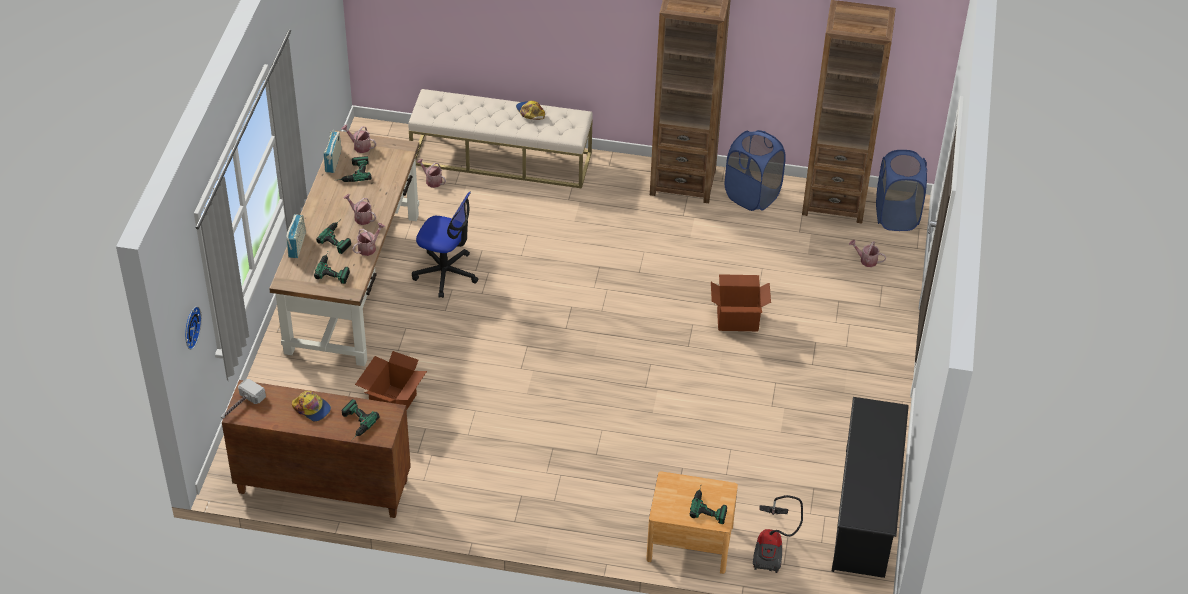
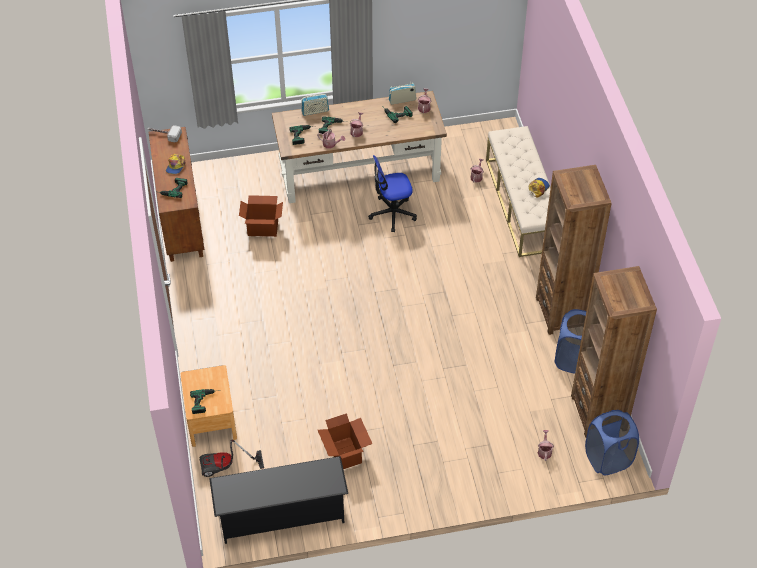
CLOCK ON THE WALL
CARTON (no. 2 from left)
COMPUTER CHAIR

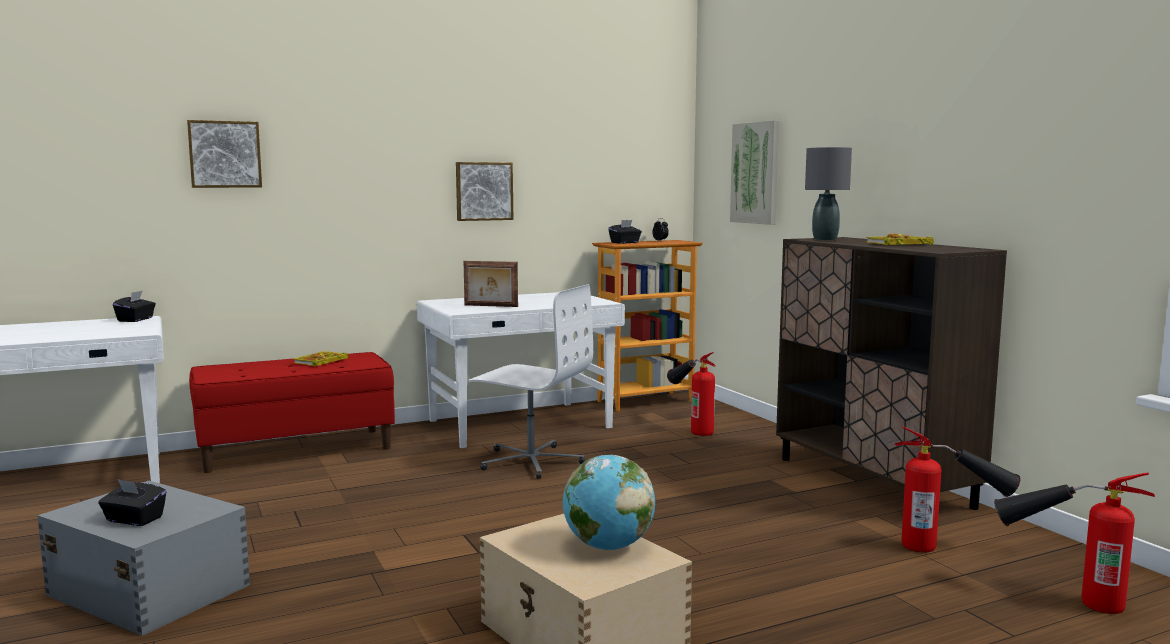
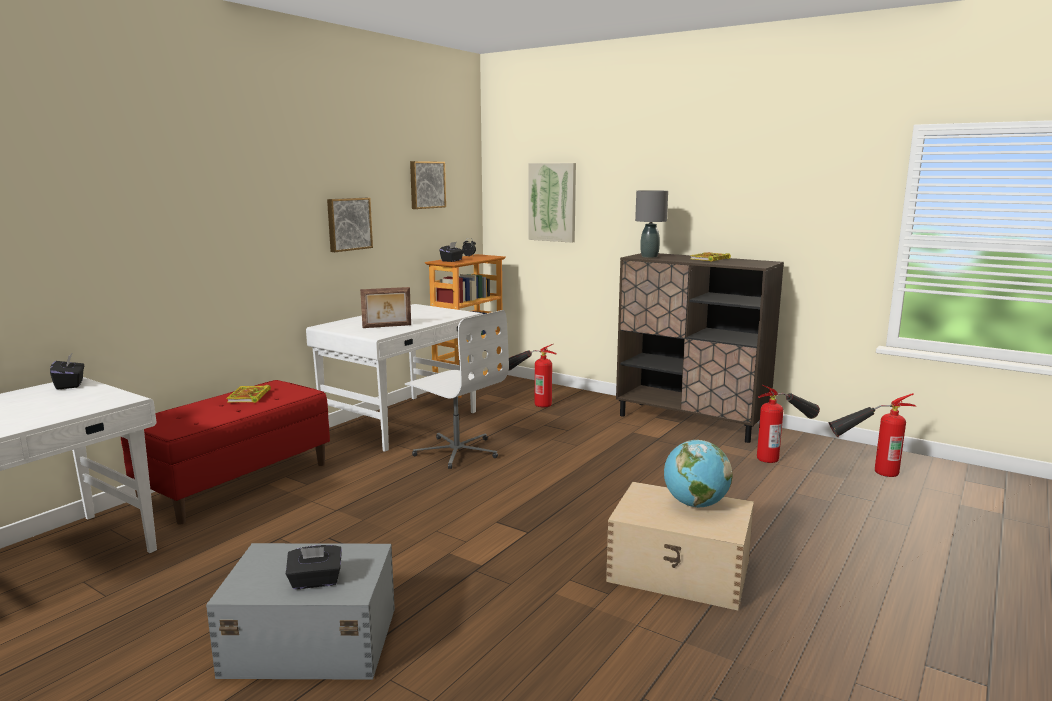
WALL ART (no. 2 from left)
WHITE COMPUTER CHAIR

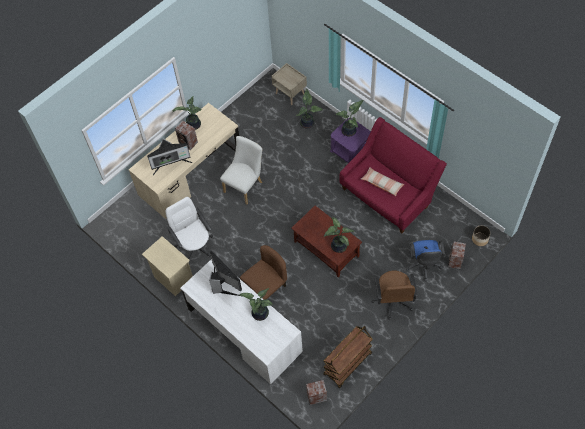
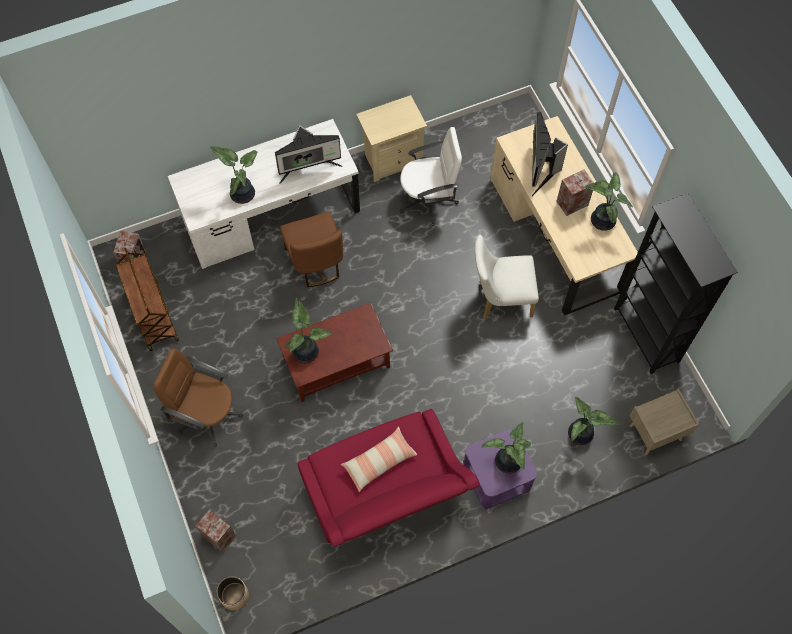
BLUISH COMPUTER CHAIR
BLACK-COLOURED BOOKSHELF
WHITE PLAIN CHAIR

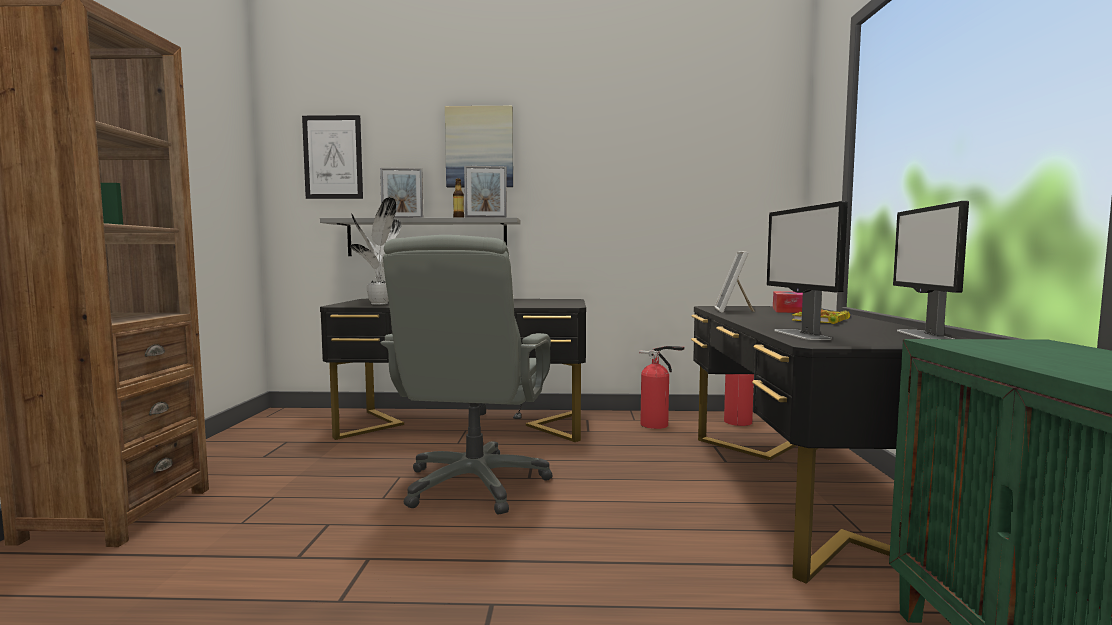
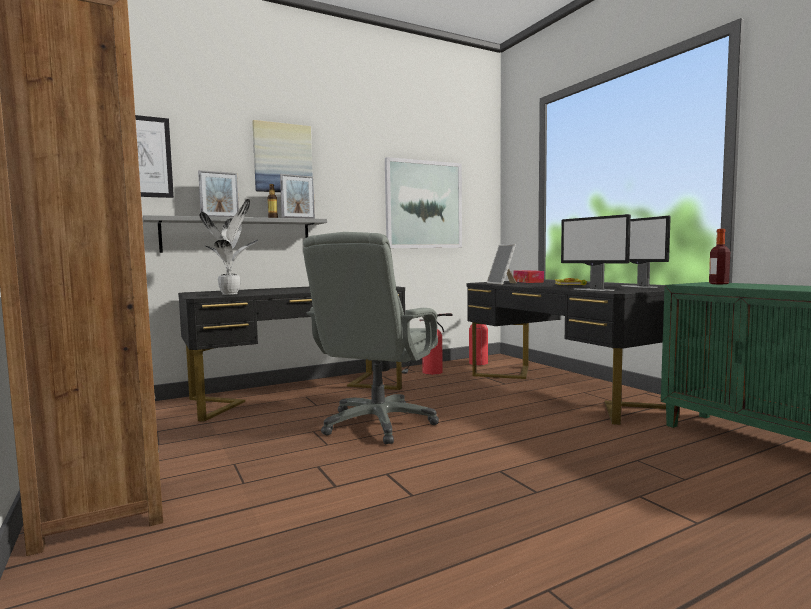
WALL ART (no. 3 from left)
DRINK BOTTLE (no. 2 from left)
GREYISH COMPUTER CHAIR

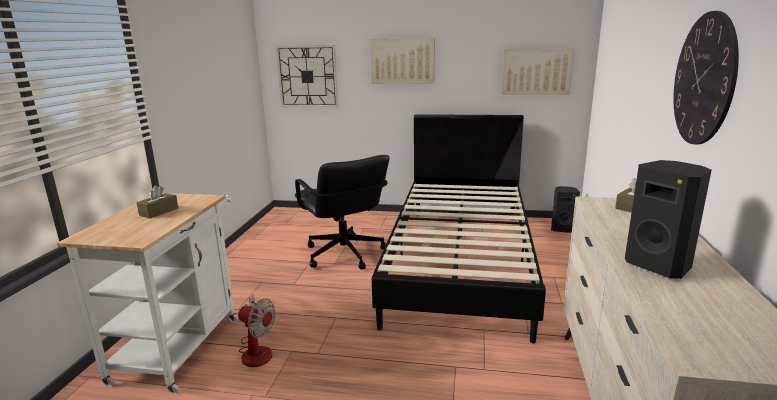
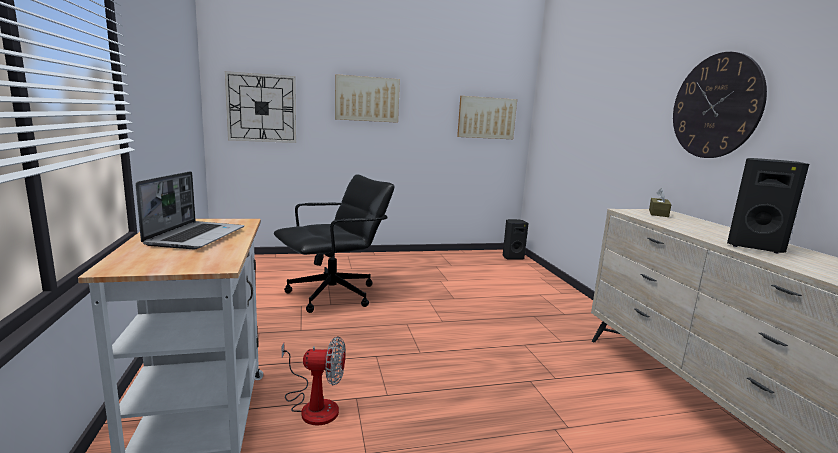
BLACK-COLOURED SLEEPING BED
NOTEBOOK COMPUTER
BLACK-COLOURED COMPUTER CHAIR

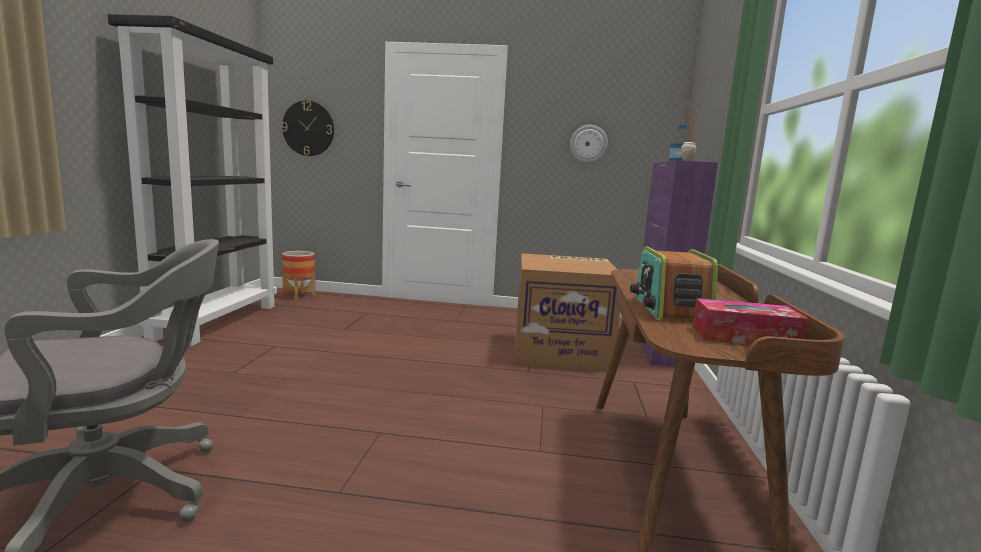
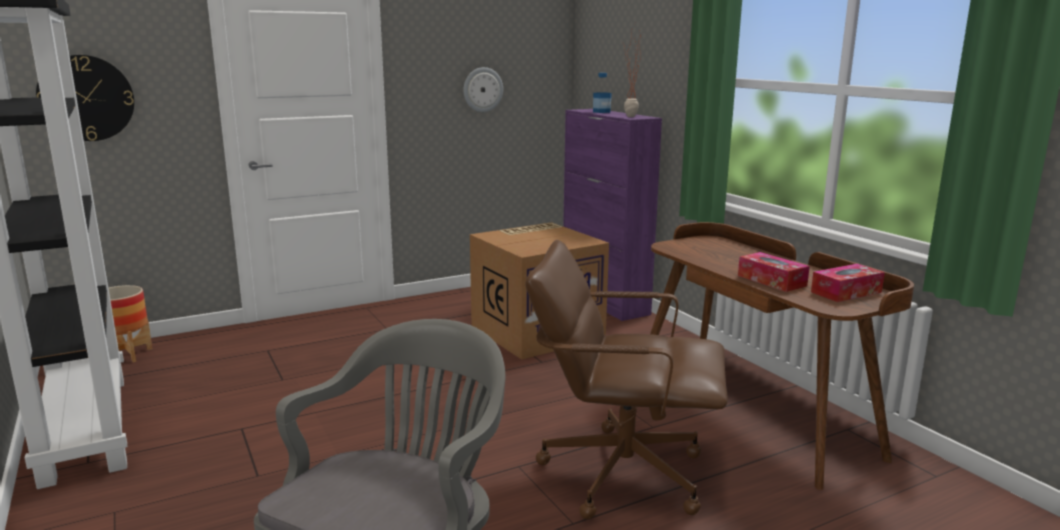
BROWNISH COMPUTER CHAIR
TISSUE BOX (no. 1 from left)

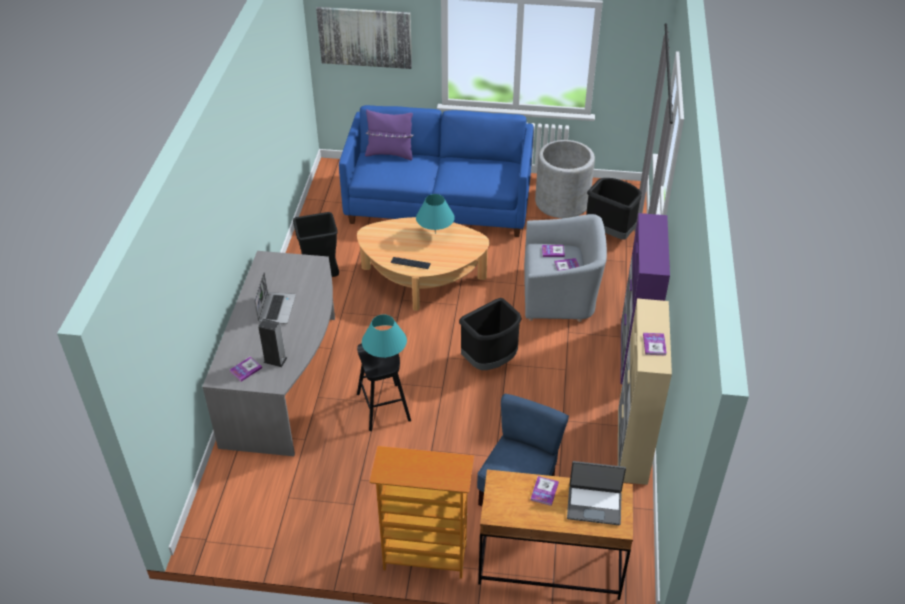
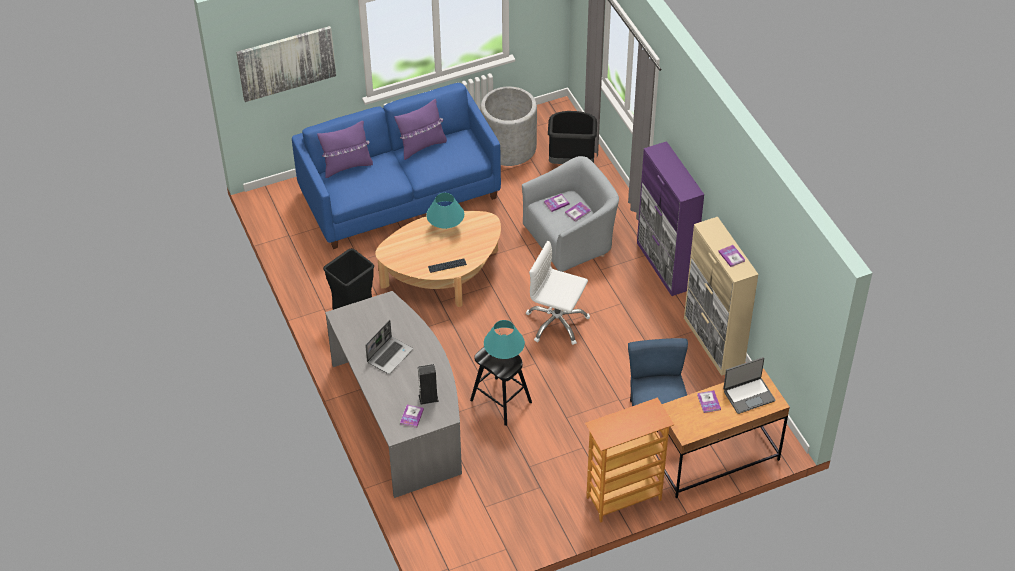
PURPLE-COLOURED THROW PILLOW (no. 2 from left)
WHITE COMPUTER CHAIR
NOTEBOOK COMPUTER (no. 1 from left)

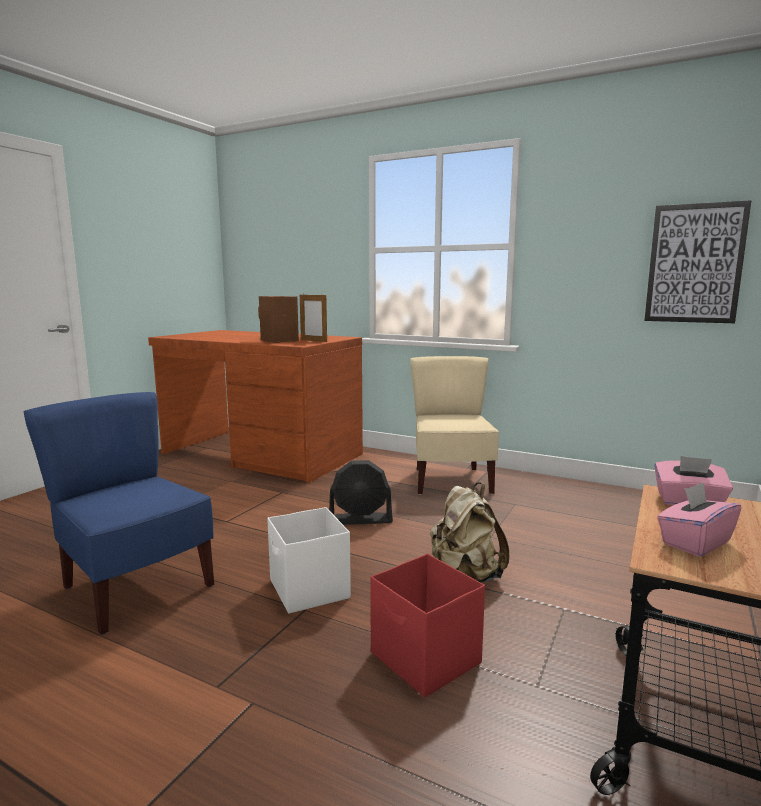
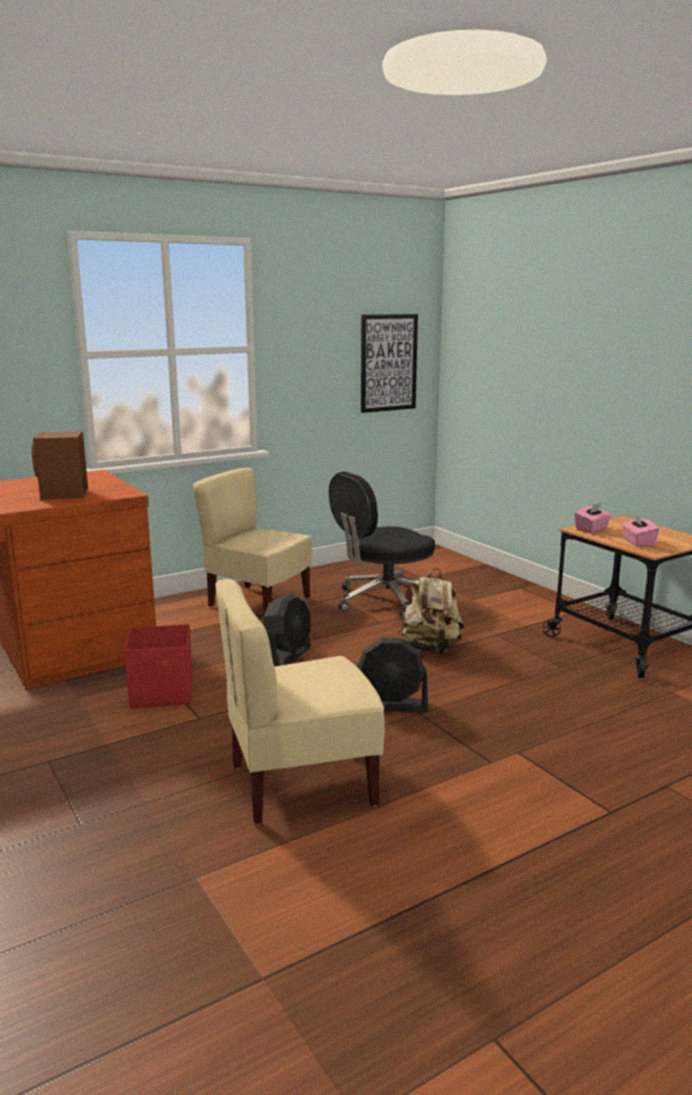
PHOTO FRAME
BLACK-COLOURED COMPUTER CHAIR
REDDISH STORAGE CONTAINER
BLACK-COLOURED ELECTRIC FAN (no. 2 from left)
BEIGE PLAIN CHAIR (no. 2 from left)

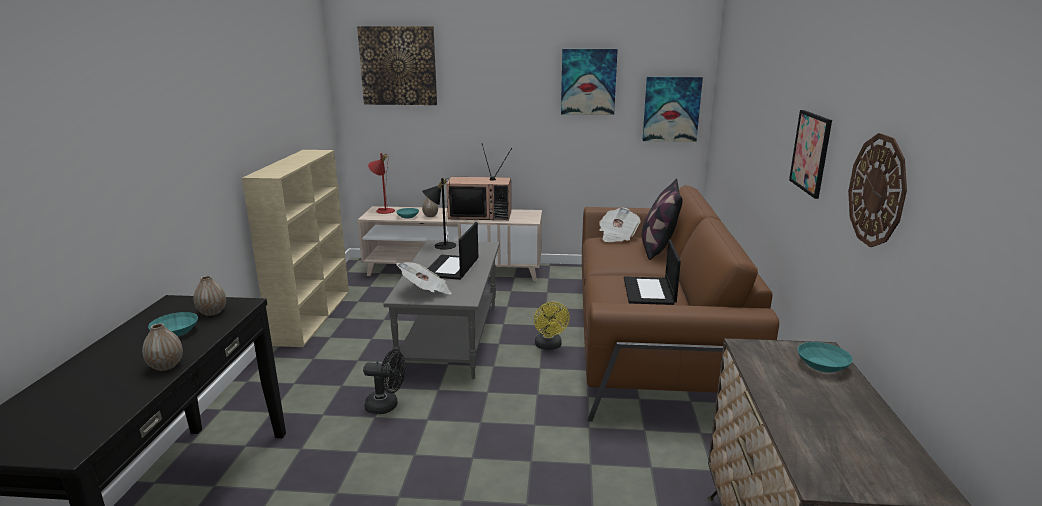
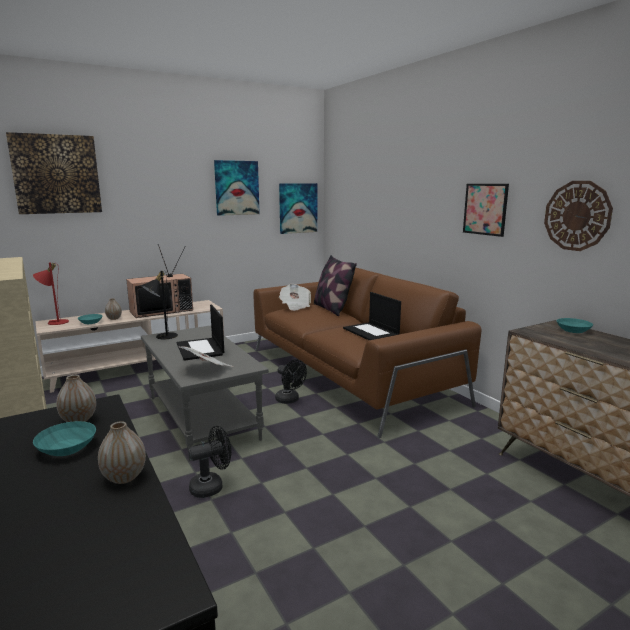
BLACK-COLOURED ELECTRIC FAN (no. 2 from left)

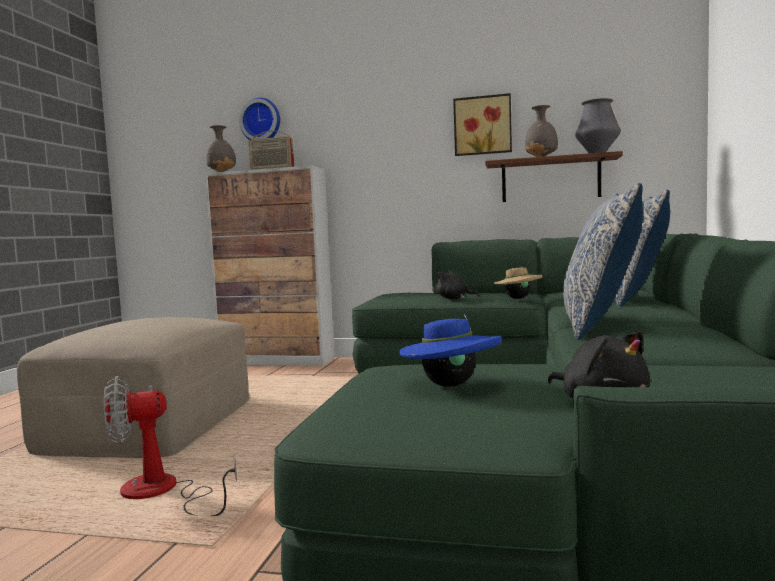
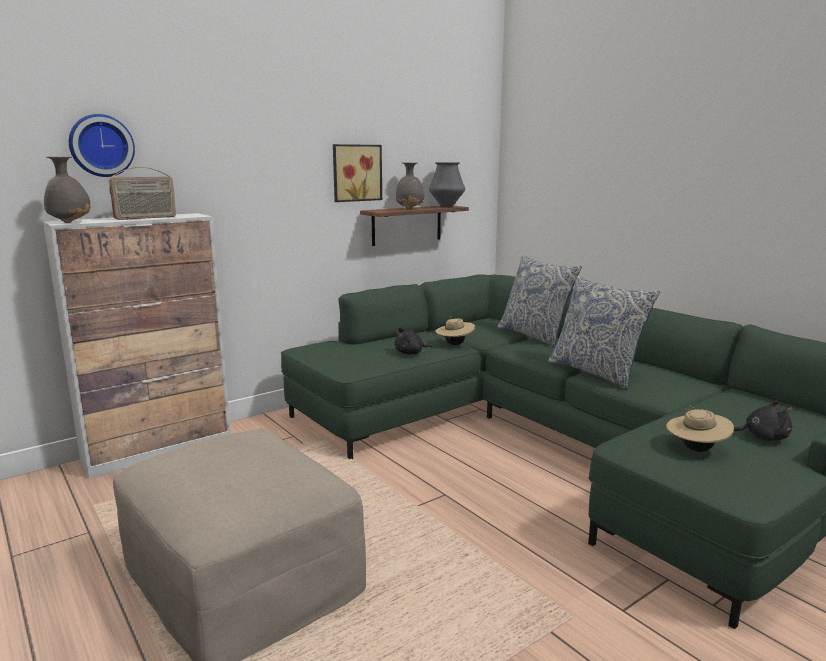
ELECTRIC FAN
BEIGE CLOTHING HAT (no. 2 from left)

